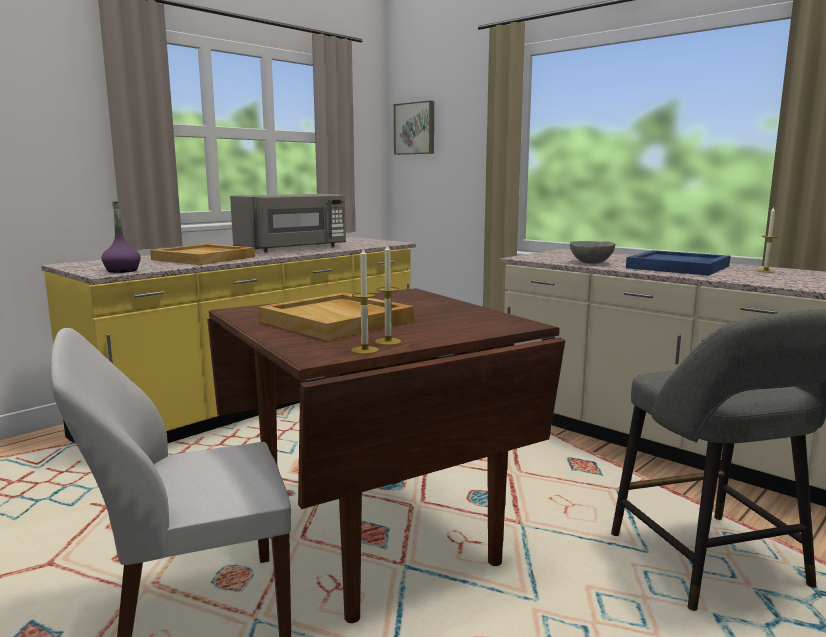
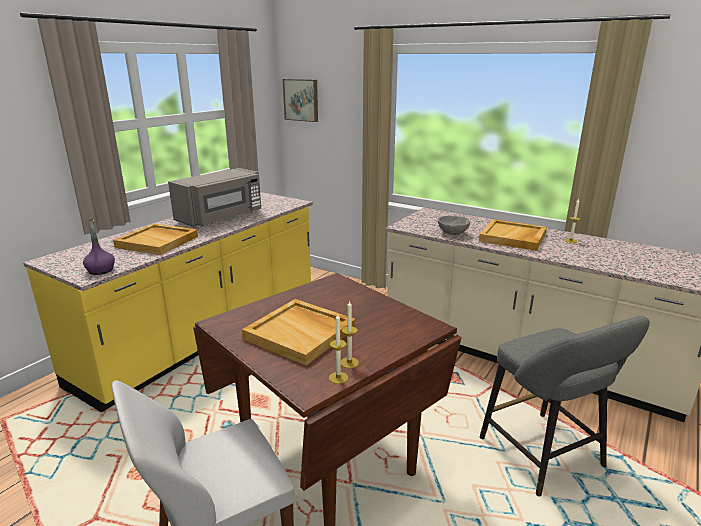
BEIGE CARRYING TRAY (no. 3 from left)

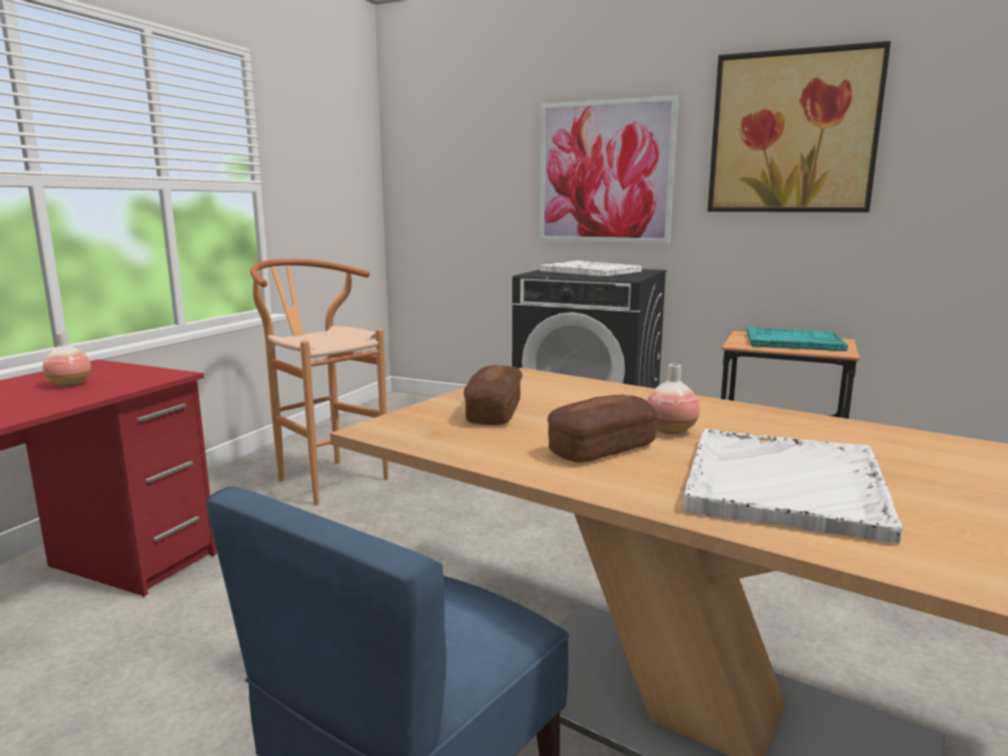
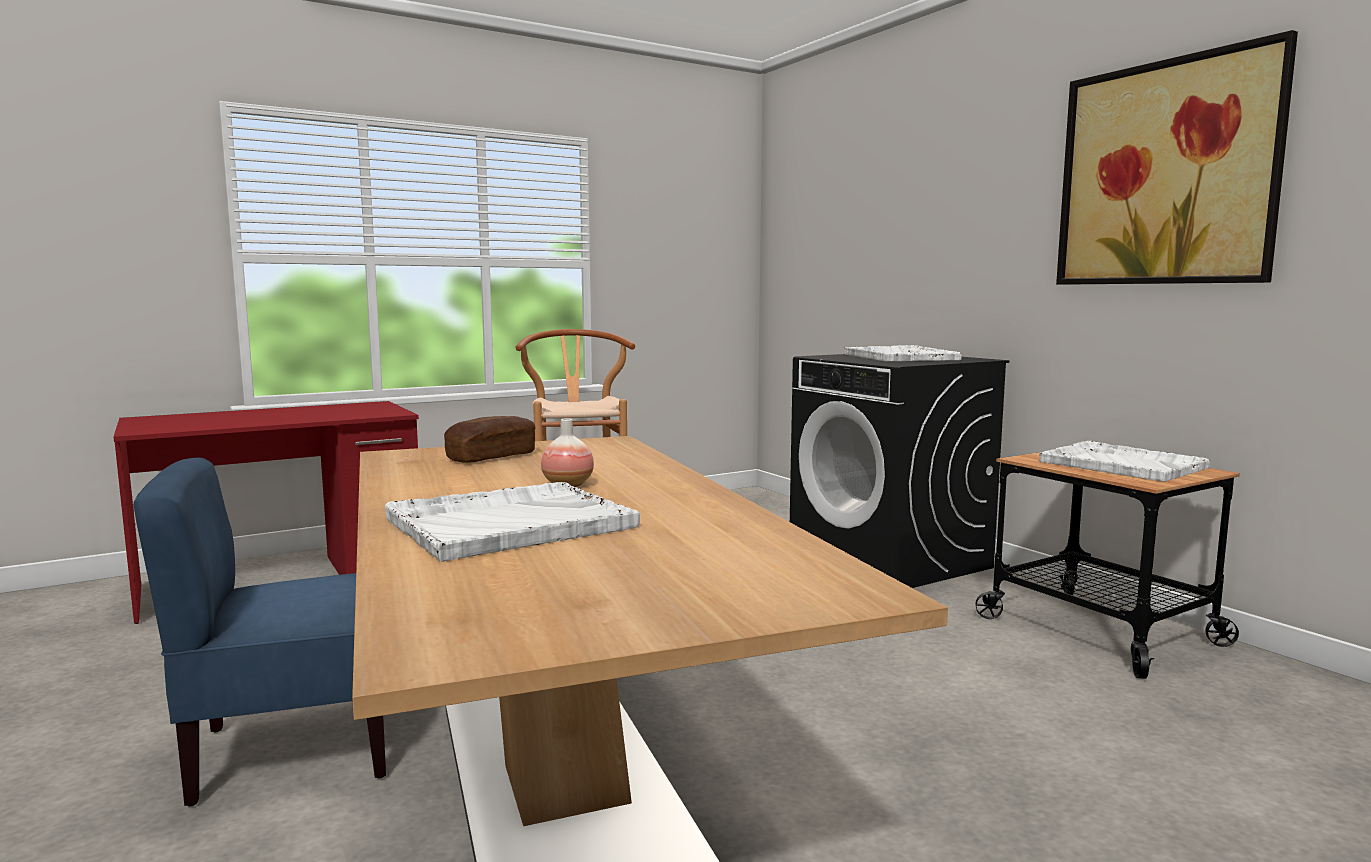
DECORATIVE VASE (no. 1 from left in the first image)
WALL ART (no. 1 from left in the first image)
BREAD (no. 2 from left in the first image)
WHITE CARRYING TRAY (no. 3 from left)

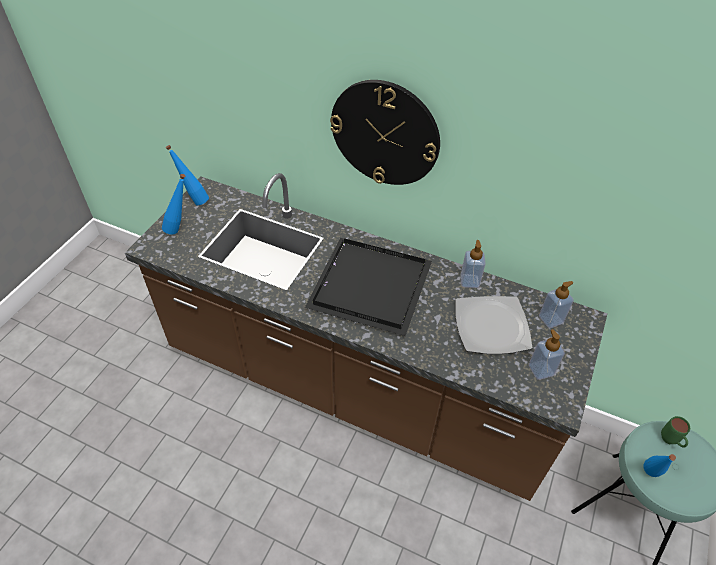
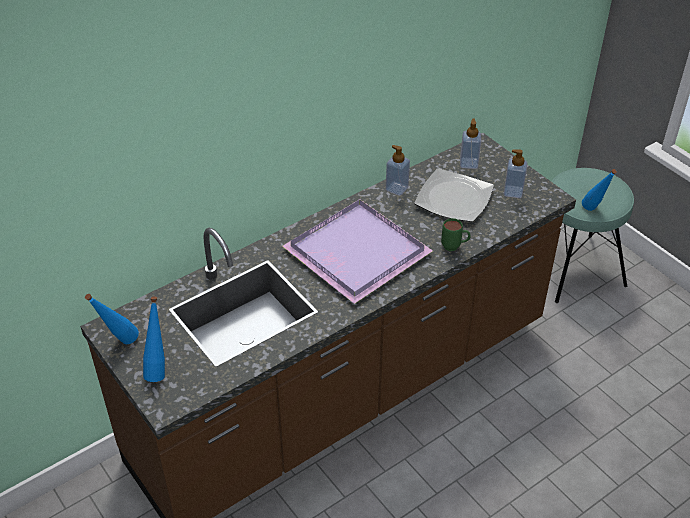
CLOCK ON THE WALL
GREEN TEA MUG
PURPLE-COLOURED CARRYING TRAY

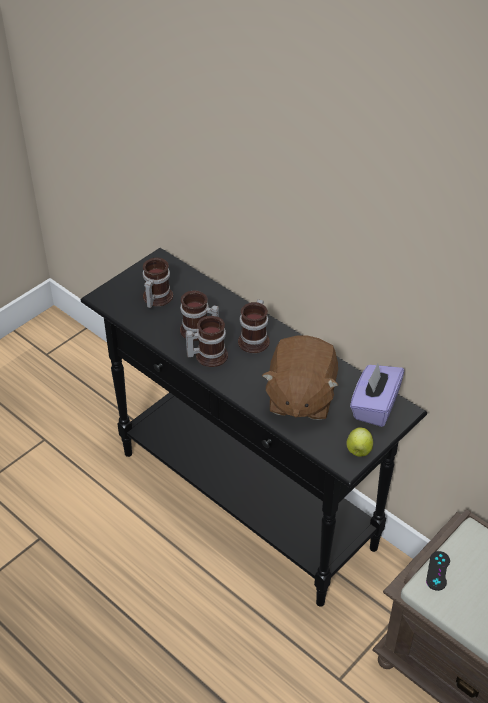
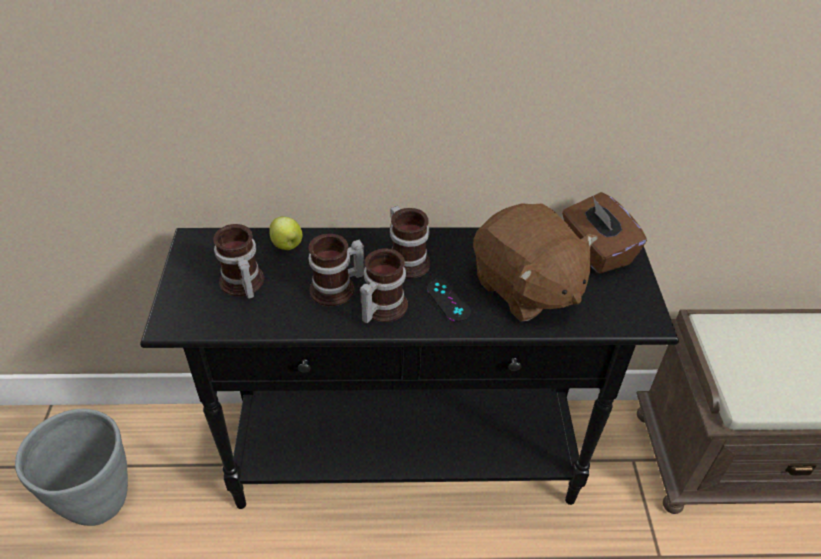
GREYISH PLANTER
APPLE FRUIT
BLACK-COLOURED GAME CONTROLLER
BROWNISH TISSUE BOX

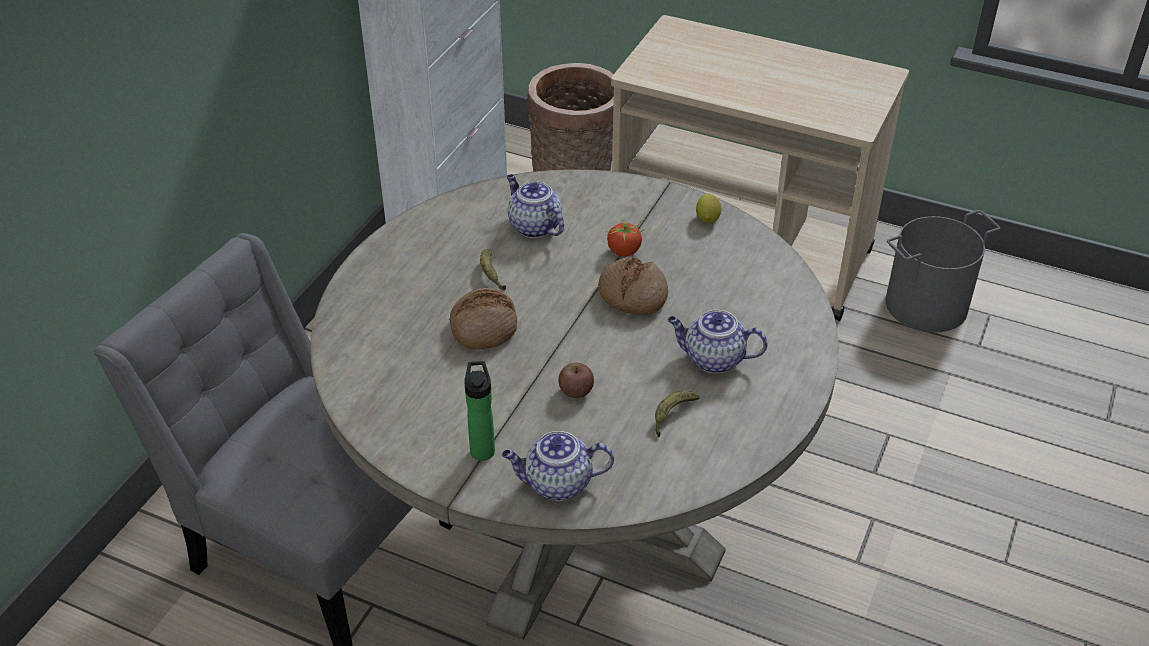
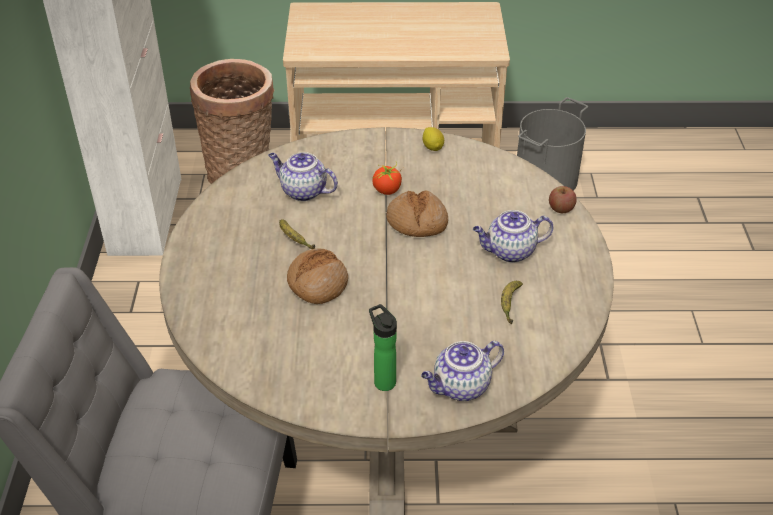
APPLE FRUIT

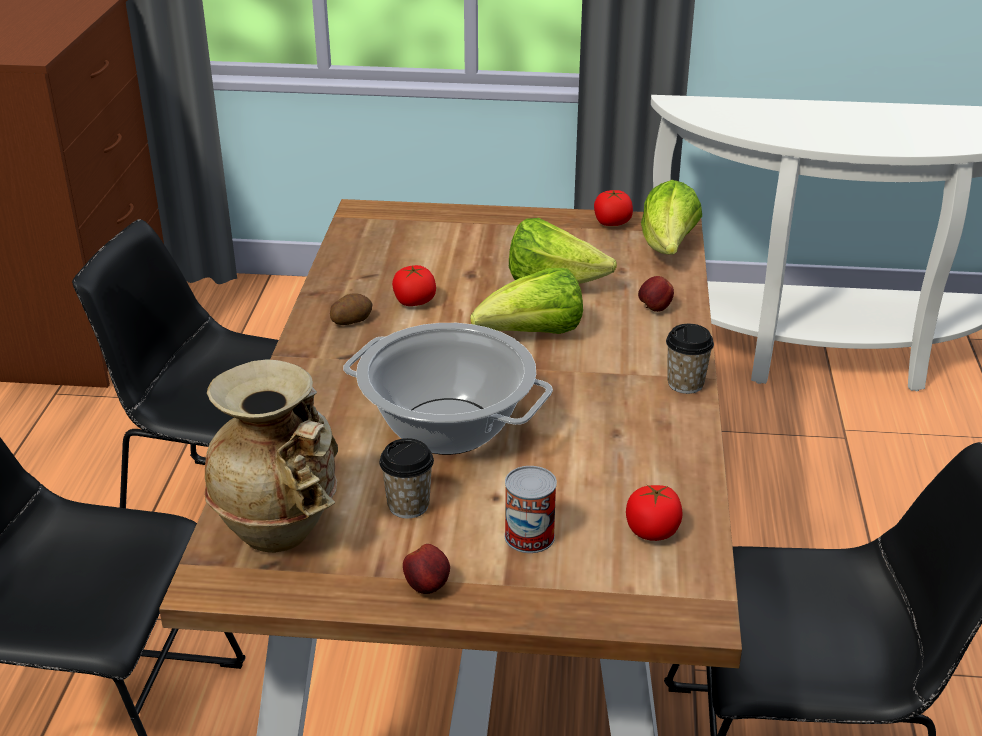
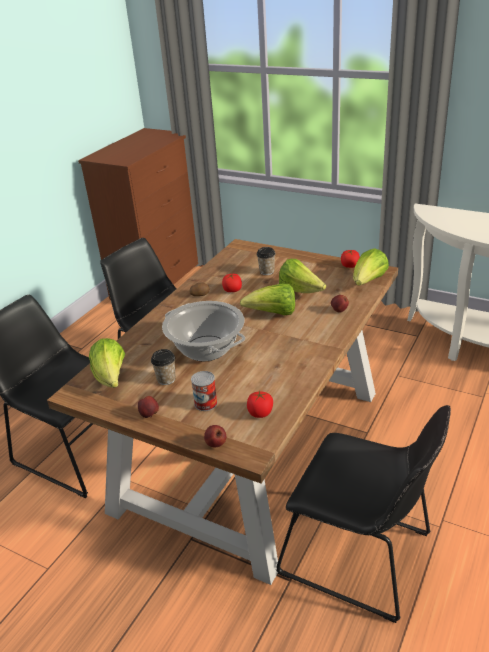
APPLE FRUIT (no. 2 from left)
SMALL CUP (no. 2 from left)
LETTUCE (no. 1 from left)

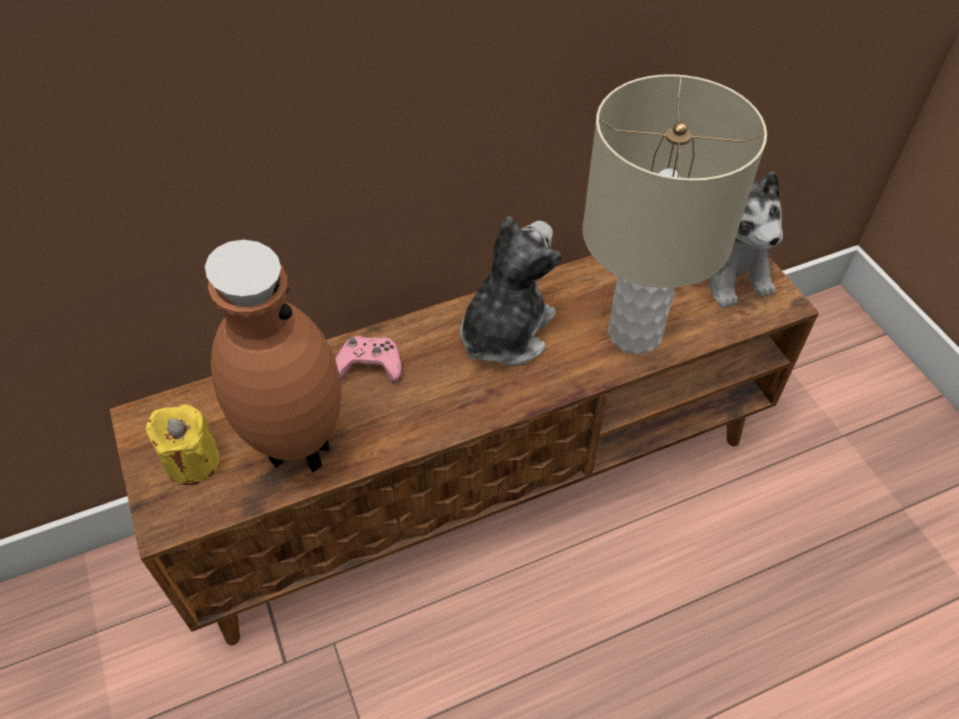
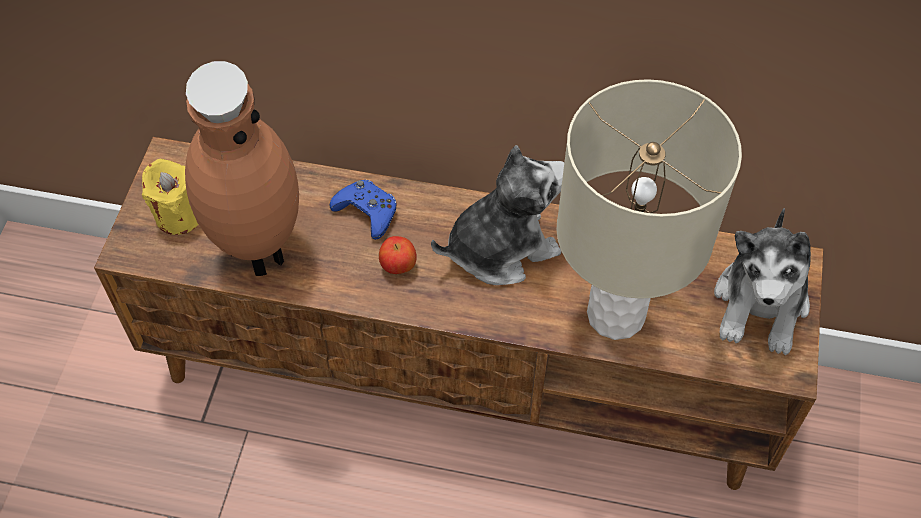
APPLE FRUIT
BLUISH GAME CONTROLLER

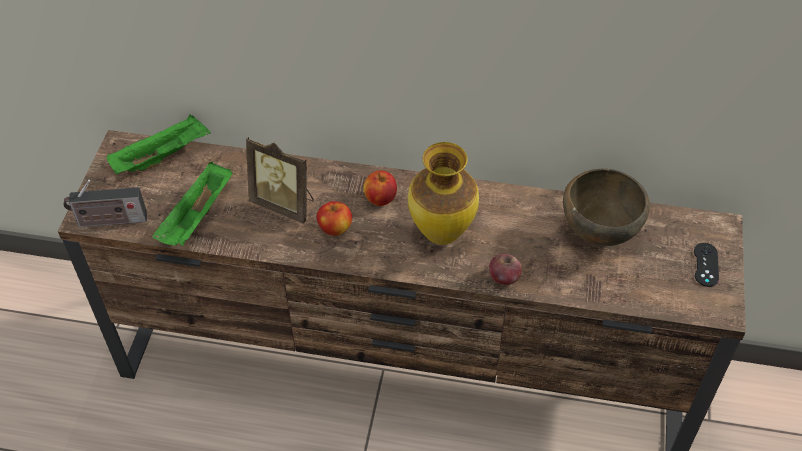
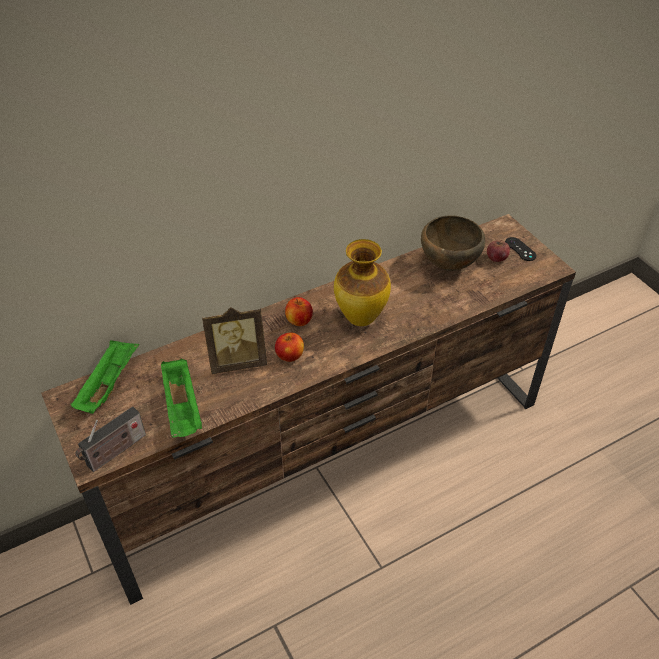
APPLE FRUIT (no. 3 from left)

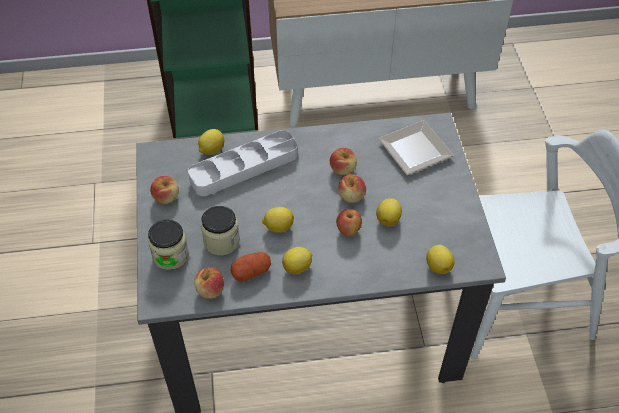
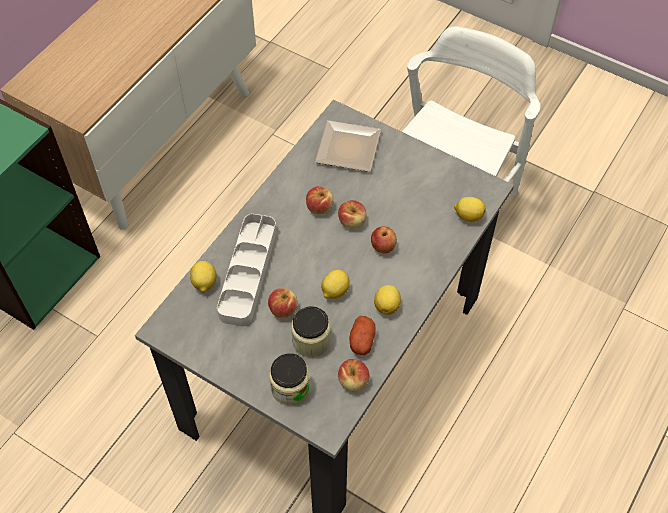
CITRUS FRUIT (no. 4 from left in the first image)
APPLE FRUIT (no. 1 from left)

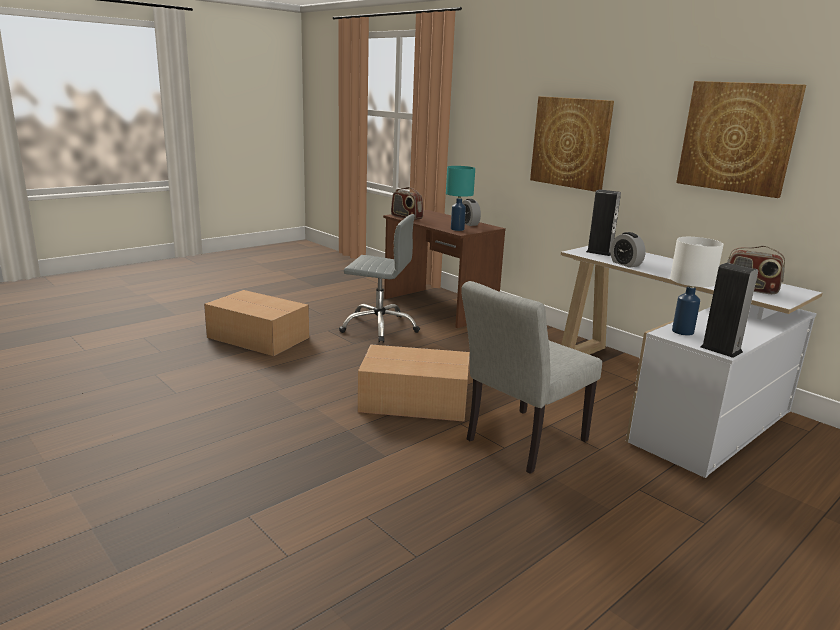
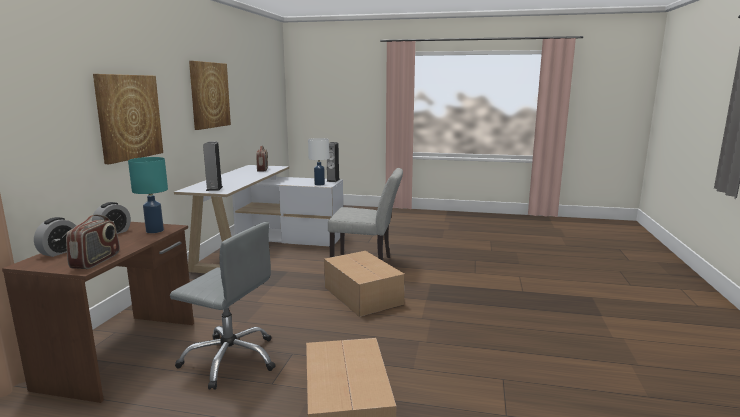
BEDSIDE CLOCK (no. 1 from left)
GREYISH COMPUTER CHAIR

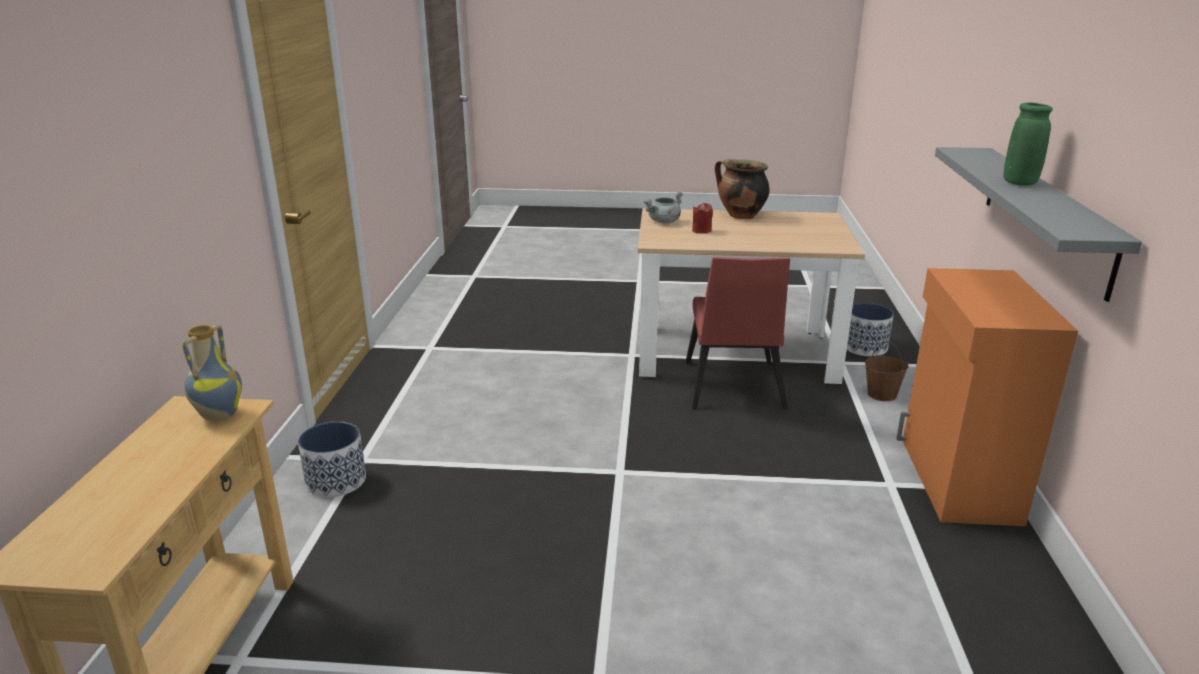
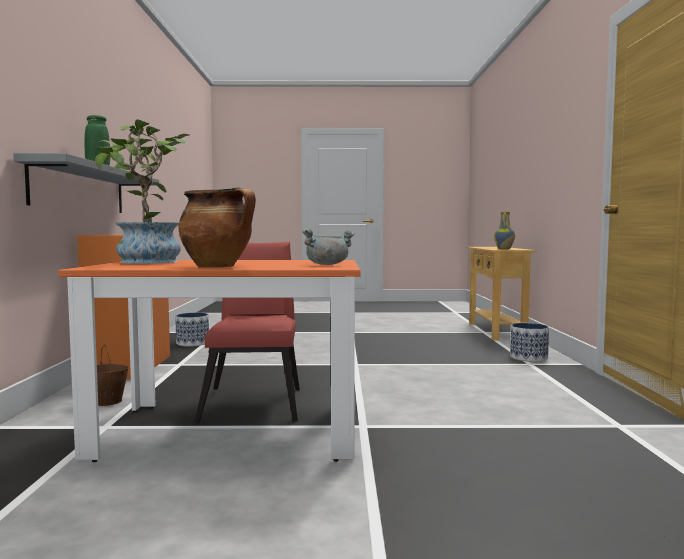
REDDISH WAX LIGHT
HOUSEPLANT
PLANTER (no. 1 from left)
ORANGEY DINNER TABLE

